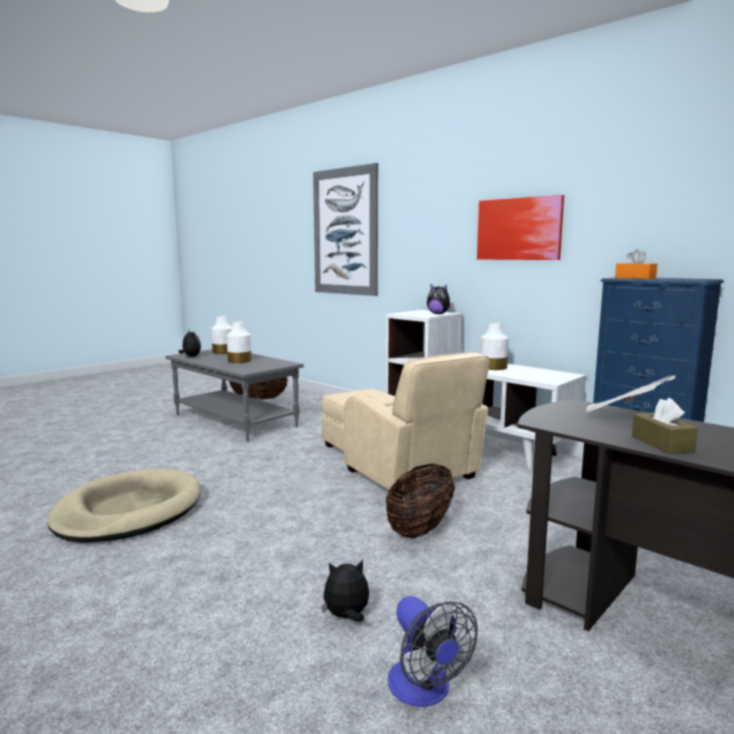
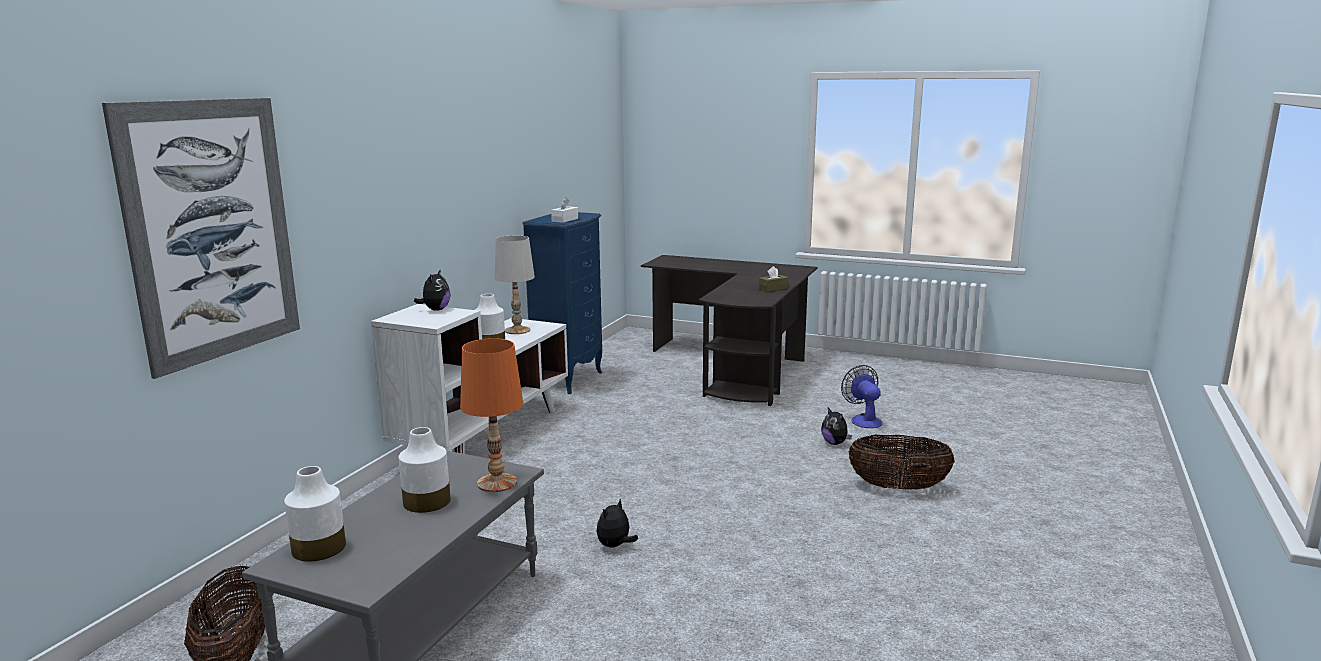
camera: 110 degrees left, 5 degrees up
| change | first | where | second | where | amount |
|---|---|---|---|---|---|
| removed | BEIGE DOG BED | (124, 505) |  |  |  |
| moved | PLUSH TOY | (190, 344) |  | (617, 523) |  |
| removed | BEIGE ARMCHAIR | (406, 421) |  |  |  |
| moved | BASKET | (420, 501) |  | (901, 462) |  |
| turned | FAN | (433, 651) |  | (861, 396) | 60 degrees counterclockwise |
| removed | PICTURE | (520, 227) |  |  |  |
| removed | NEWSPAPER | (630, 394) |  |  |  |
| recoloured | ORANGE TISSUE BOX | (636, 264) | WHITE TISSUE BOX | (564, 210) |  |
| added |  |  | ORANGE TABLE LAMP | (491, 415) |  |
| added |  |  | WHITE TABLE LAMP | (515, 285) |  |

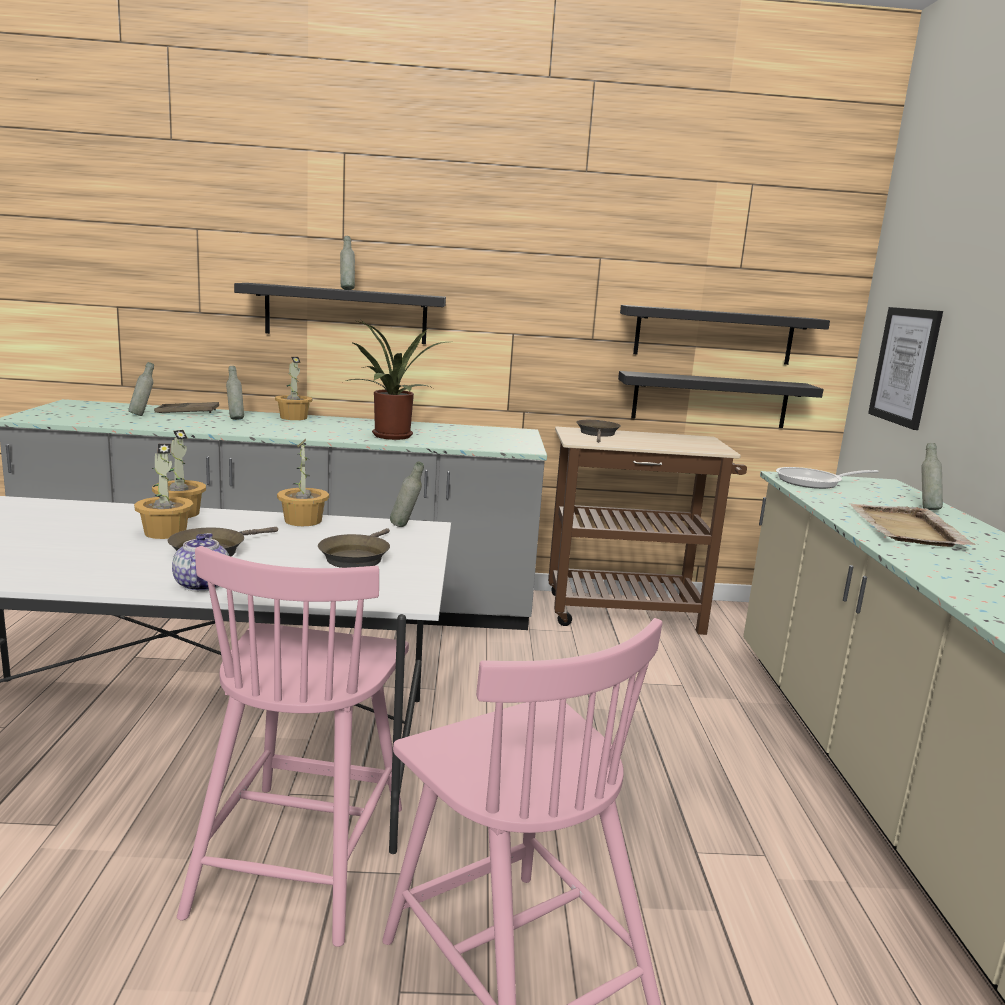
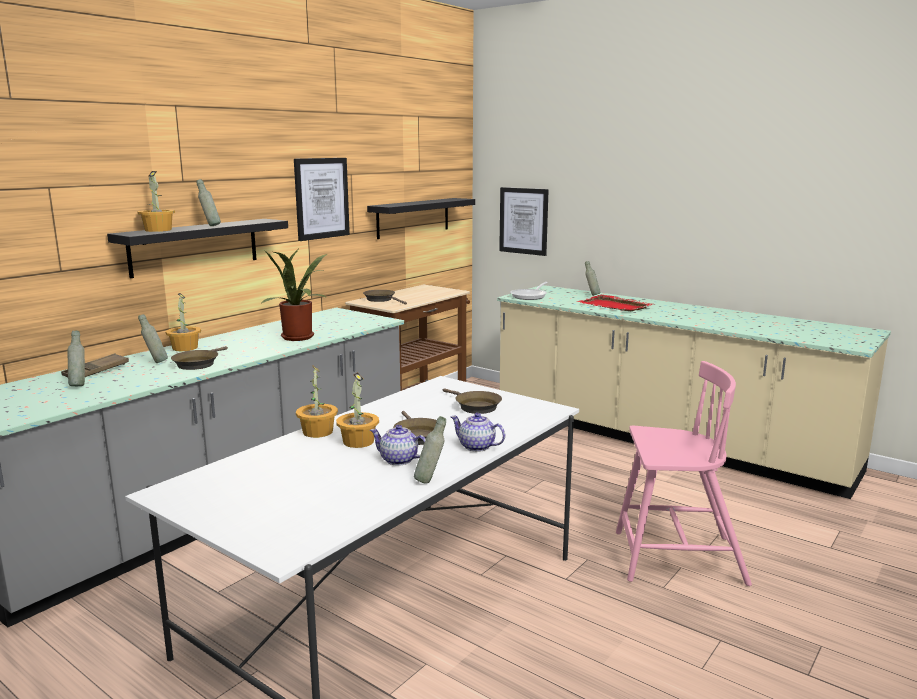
camera: 50 degrees left, 0 degrees up
| change | first | where | second | where | amount |
|---|---|---|---|---|---|
| removed | PINK CHAIR | (293, 746) |  |  |  |
| moved | POTTED PLANT | (303, 482) |  | (156, 201) |  |
| moved | GREY BOTTLE | (407, 494) |  | (430, 450) |  |
| removed | BLACK SHELF | (721, 399) |  |  |  |
| recoloured | BEIGE TRAY | (913, 525) | RED TRAY | (615, 303) |  |
| added |  |  | BROWN FRYING PAN | (199, 358) |  |
| added |  |  | PICTURE | (322, 199) |  |
| added |  |  | TEAPOT | (398, 445) |  |

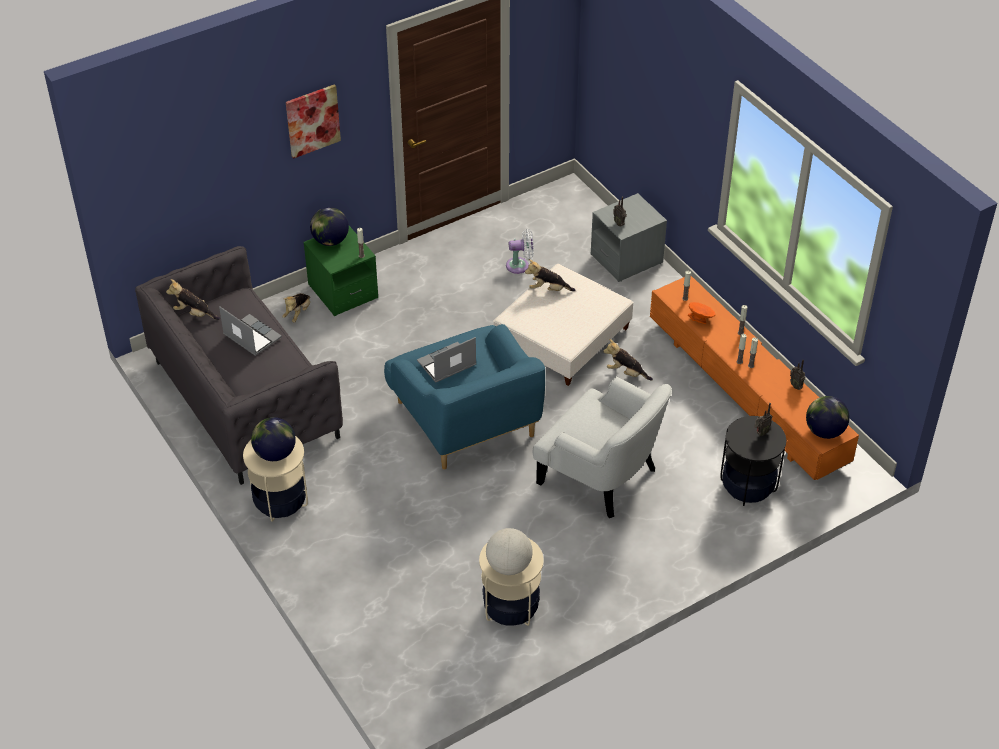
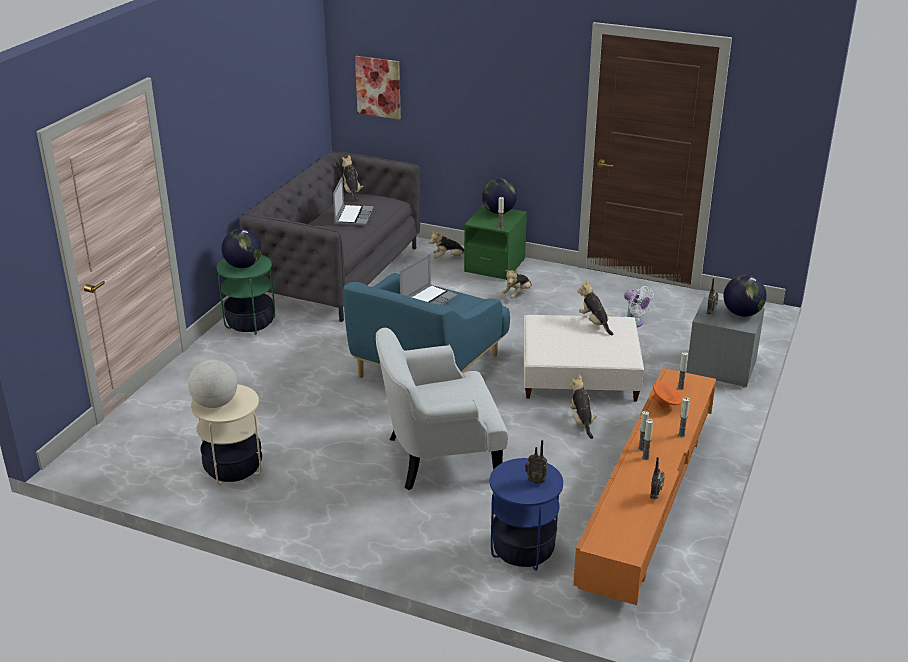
camera: 55 degrees right, 15 degrees down
| change | first | where | second | where | amount |
|---|---|---|---|---|---|
| recoloured | BEIGE SIDE TABLE | (275, 479) | GREEN SIDE TABLE | (246, 295) |  |
| moved | PICTURE | (313, 121) |  | (378, 87) |  |
| turned | LAPTOP | (446, 360) |  | (428, 279) | 105 degrees clockwise |
| turned | WHITE ARMCHAIR | (602, 447) |  | (442, 409) | 75 degrees clockwise |
| recoloured | BLACK SIDE TABLE | (753, 461) | BLUE SIDE TABLE | (526, 514) |  |
| moved | GLOBE | (828, 417) |  | (745, 296) |  |
| added |  |  | PLUSH TOY | (517, 284) |  |

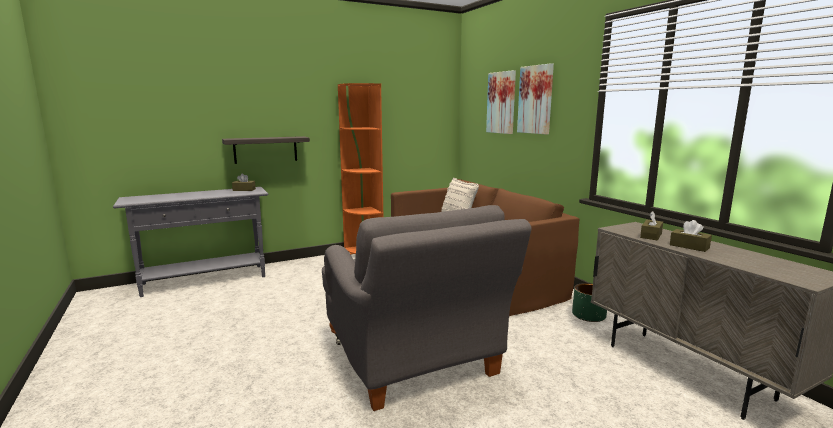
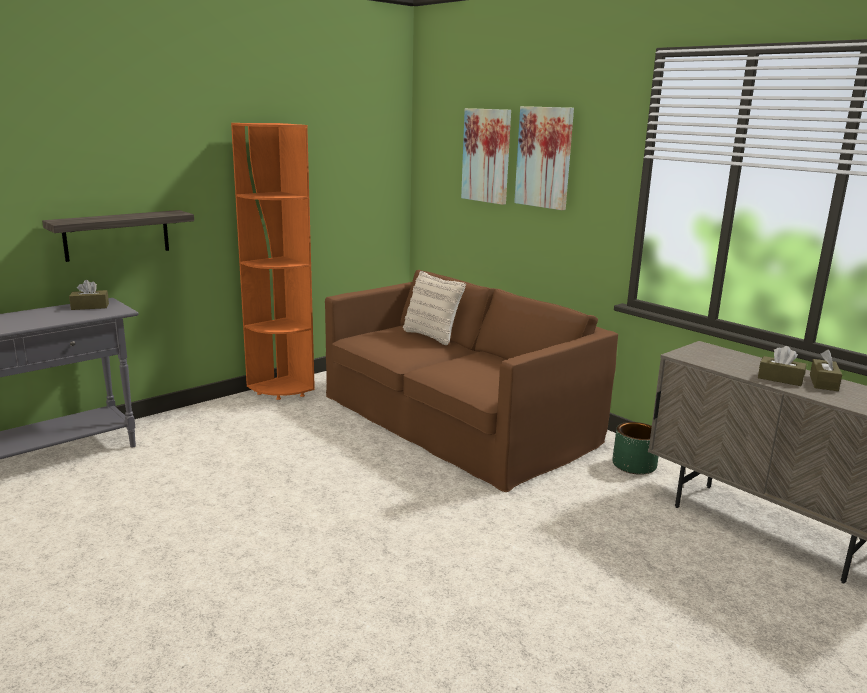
camera: 15 degrees left, 5 degrees up
| change | first | where | second | where | amount |
|---|---|---|---|---|---|
| removed | GREY ARMCHAIR | (427, 308) |  |  |  |
| moved | BROWN TISSUE BOX | (651, 225) |  | (826, 370) |  |

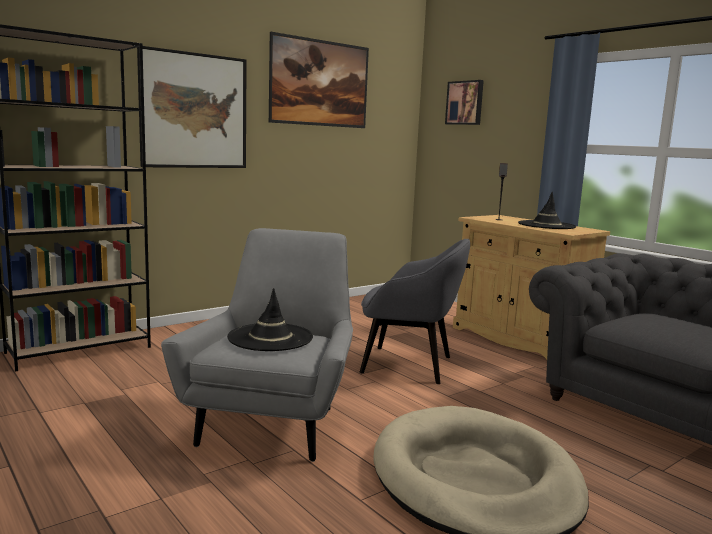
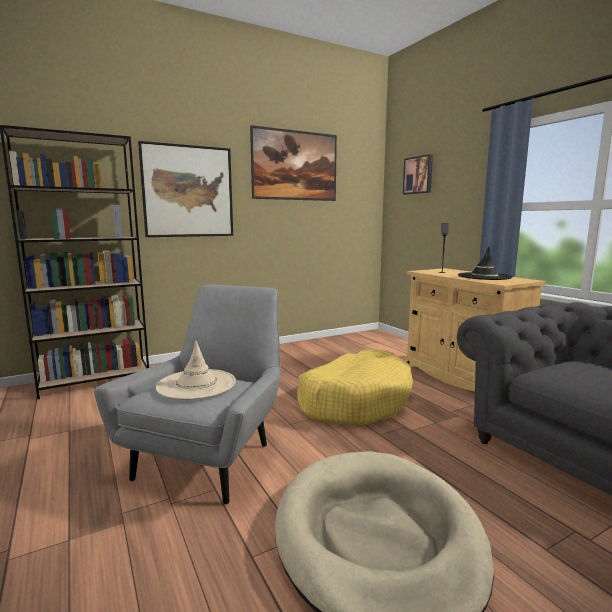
camera: 10 degrees right, 0 degrees up
| change | first | where | second | where | amount |
|---|---|---|---|---|---|
| recoloured | BLACK HAT | (270, 319) | BEIGE HAT | (196, 370) |  |
| replaced | GREY ARMCHAIR | (415, 311) | YELLOW DOG BED | (355, 387) |  |

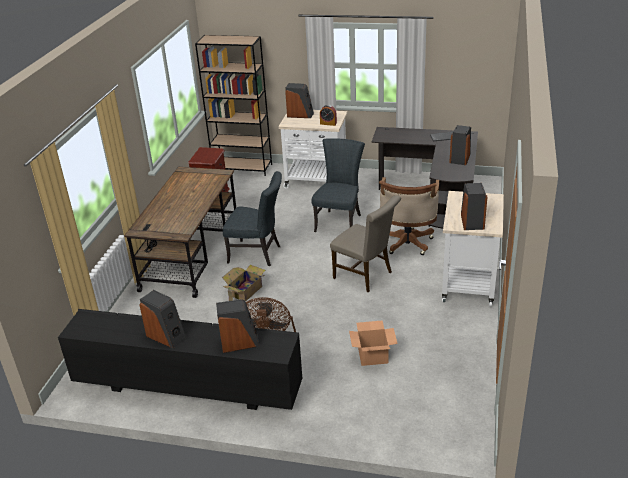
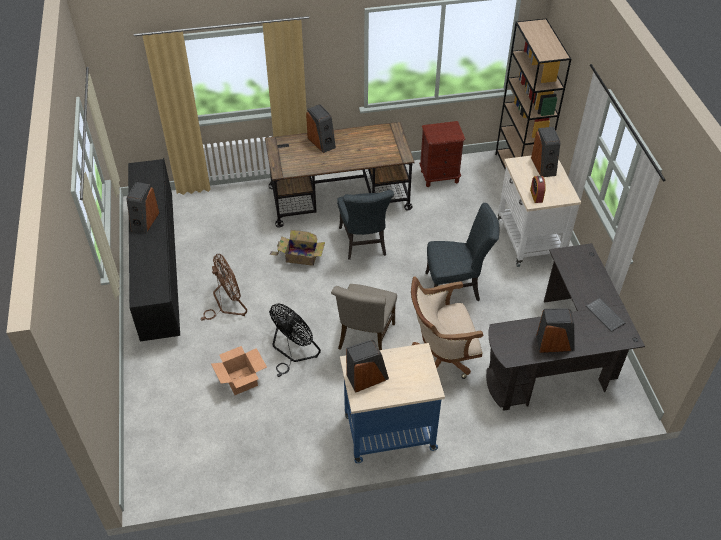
camera: 65 degrees right, 15 degrees up
| change | first | where | second | where | amount |
|---|---|---|---|---|---|
| moved | SPEAKER | (238, 326) |  | (321, 128) |  |
| recoloured | WHITE CART | (473, 249) | BLUE CART | (392, 403) |  |
| added |  |  | BLACK FAN | (295, 340) |  |

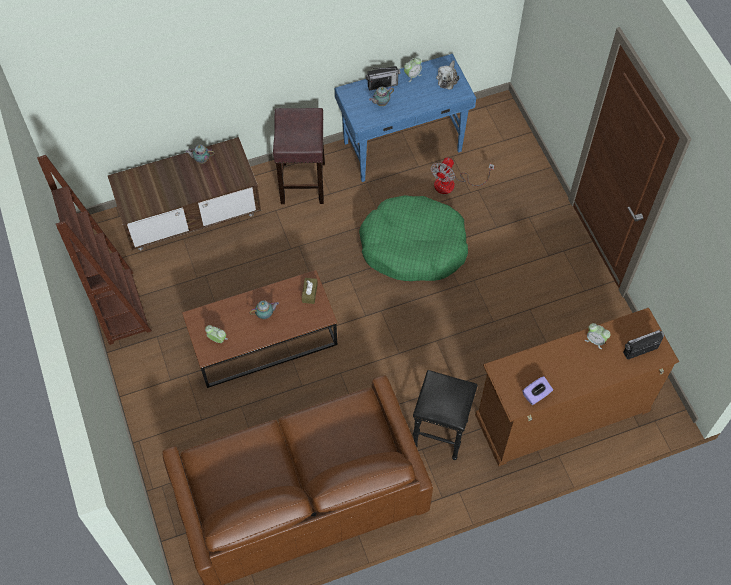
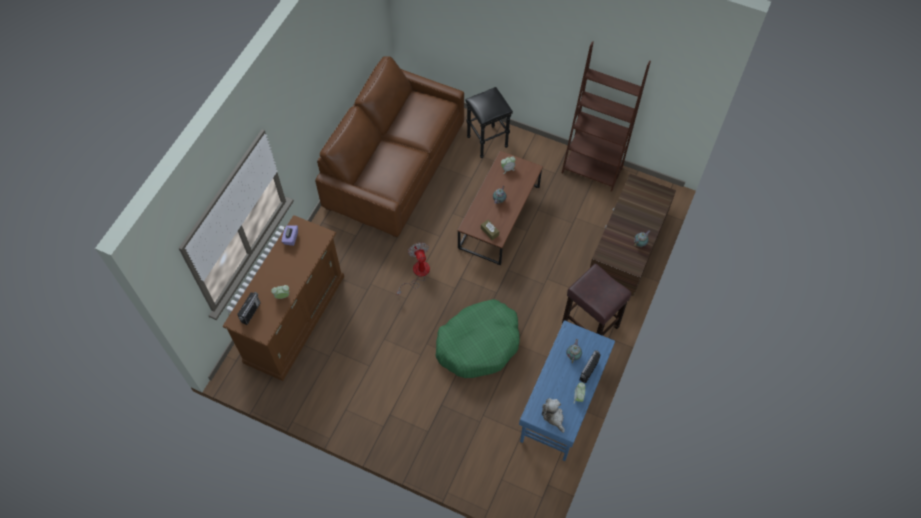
camera: 135 degrees right, 0 degrees up
| change | first | where | second | where | amount |
|---|---|---|---|---|---|
| moved | BLACK STOOL | (445, 415) |  | (489, 122) |  |
| moved | FAN | (463, 175) |  | (413, 268) |  |

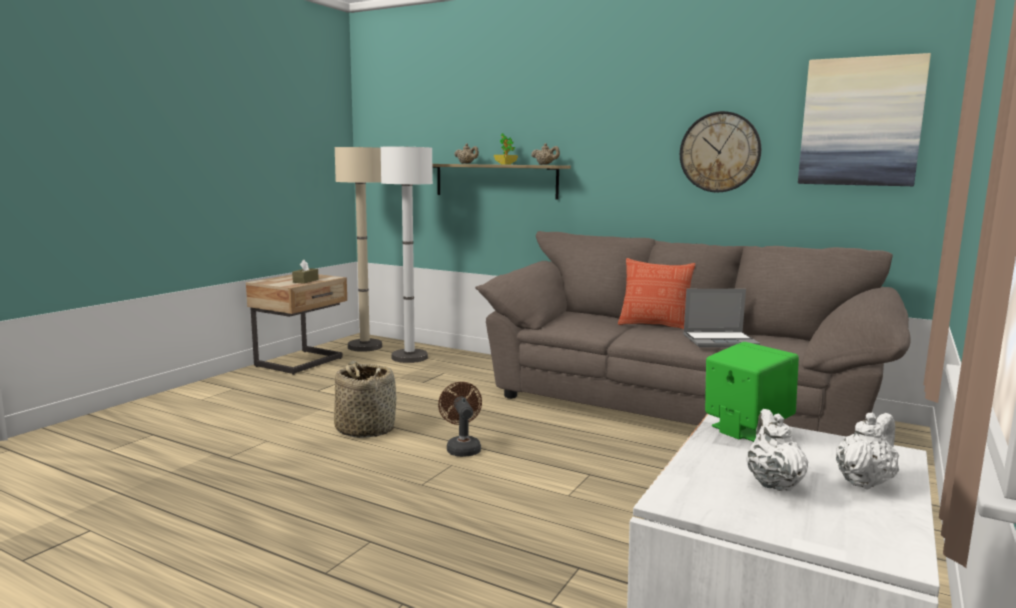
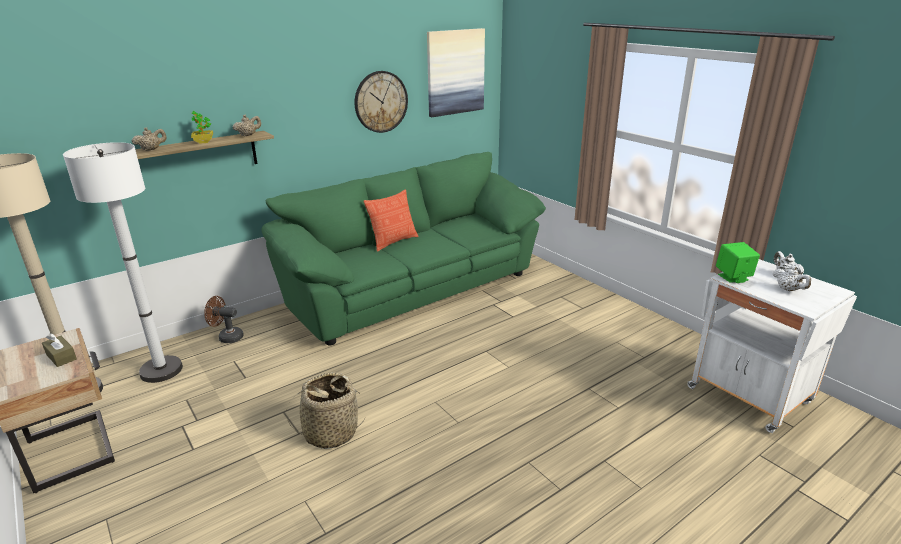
camera: 65 degrees left, 15 degrees up
| change | first | where | second | where | amount |
|---|---|---|---|---|---|
| moved | BROWN FAN | (460, 419) |  | (224, 319) |  |
| recoloured | BROWN SOFA | (693, 334) | GREEN SOFA | (403, 248) |  |
| removed | LAPTOP | (721, 318) |  |  |  |
| turned | WHITE TEAPOT | (777, 450) |  | (792, 278) | 150 degrees counterclockwise |

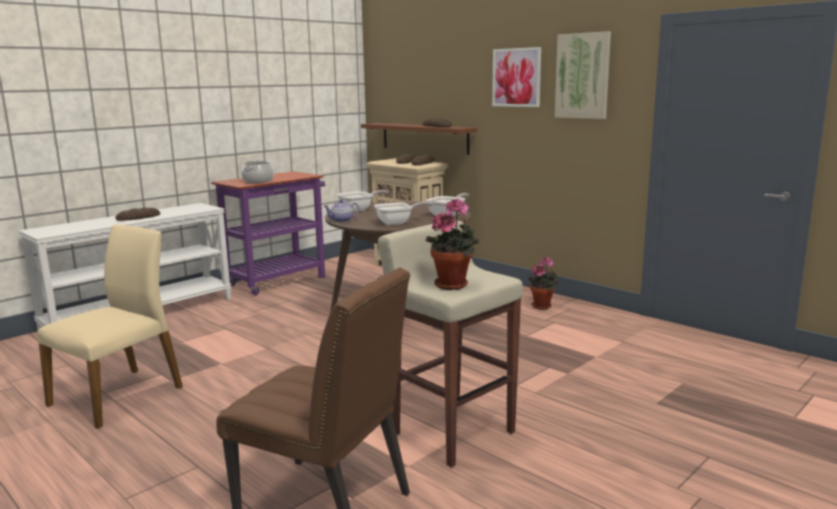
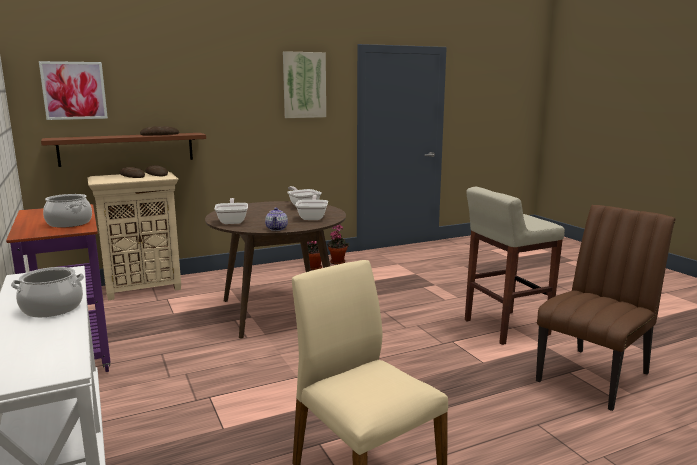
camera: 70 degrees left, 0 degrees up
| change | first | where | second | where | amount |
|---|---|---|---|---|---|
| replaced | BREAD | (138, 214) | COOKING POT | (48, 292) |  |
| moved | POTTED PLANT | (452, 244) |  | (338, 244) |  |
| moved | PICTURE | (516, 77) |  | (73, 90) |  |

